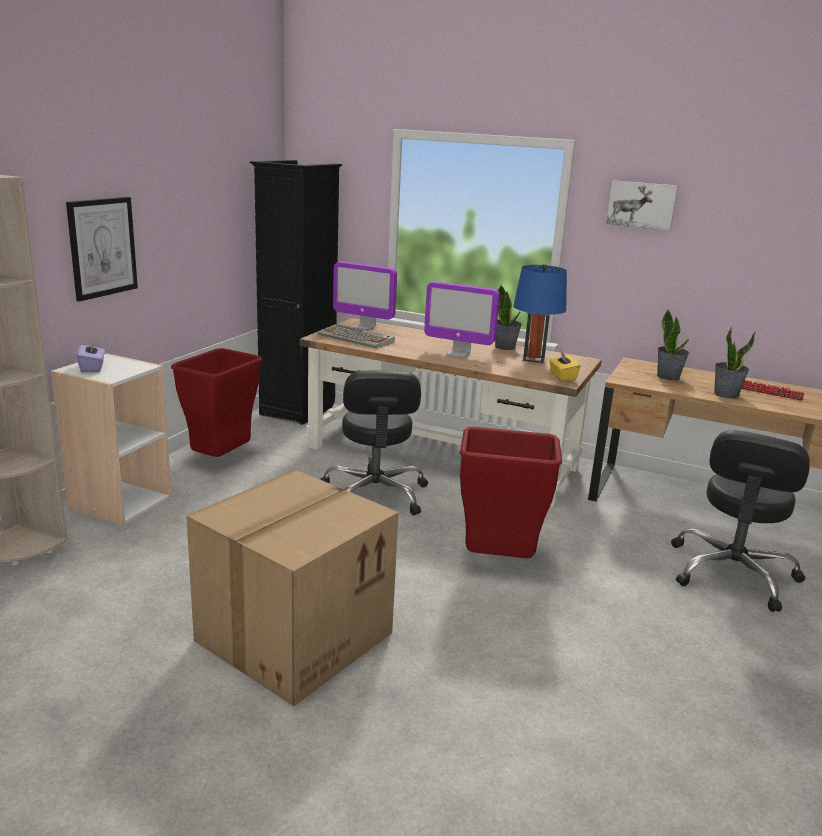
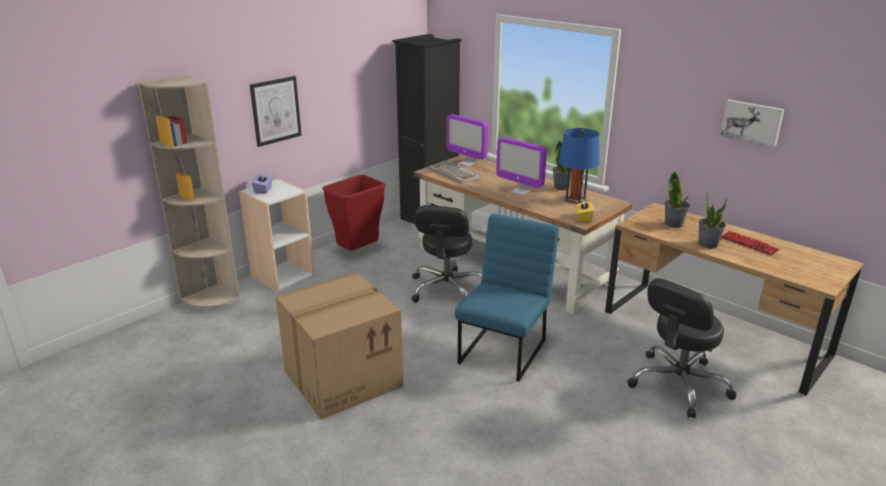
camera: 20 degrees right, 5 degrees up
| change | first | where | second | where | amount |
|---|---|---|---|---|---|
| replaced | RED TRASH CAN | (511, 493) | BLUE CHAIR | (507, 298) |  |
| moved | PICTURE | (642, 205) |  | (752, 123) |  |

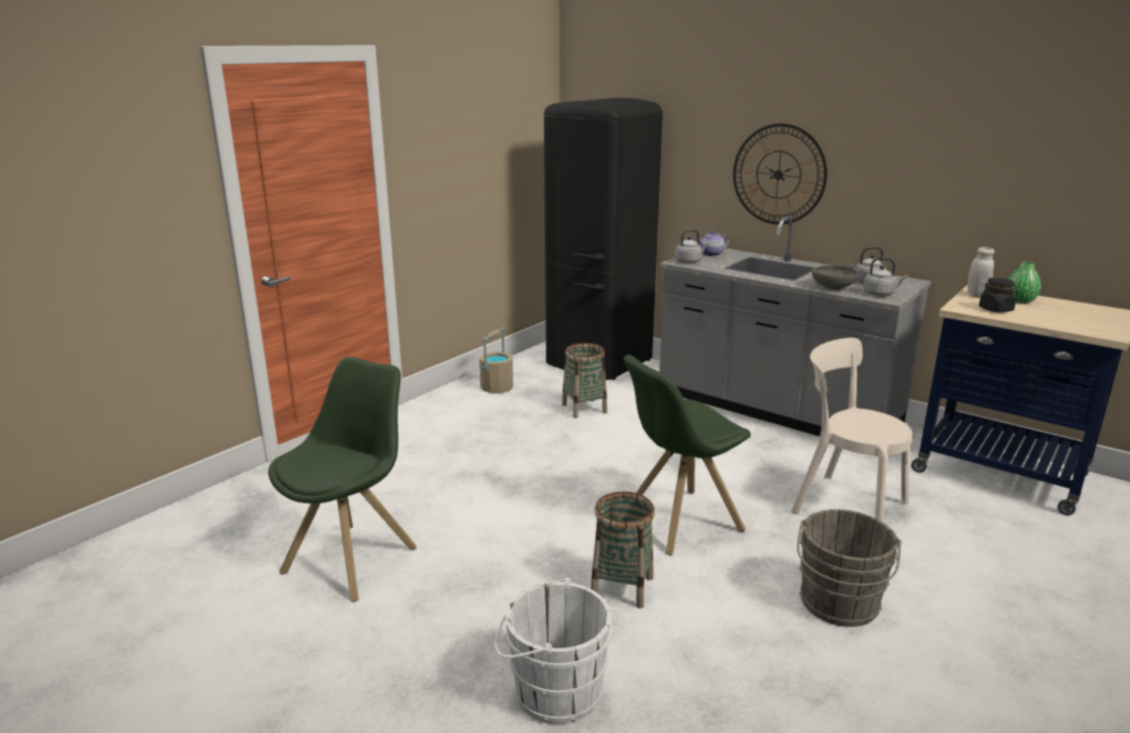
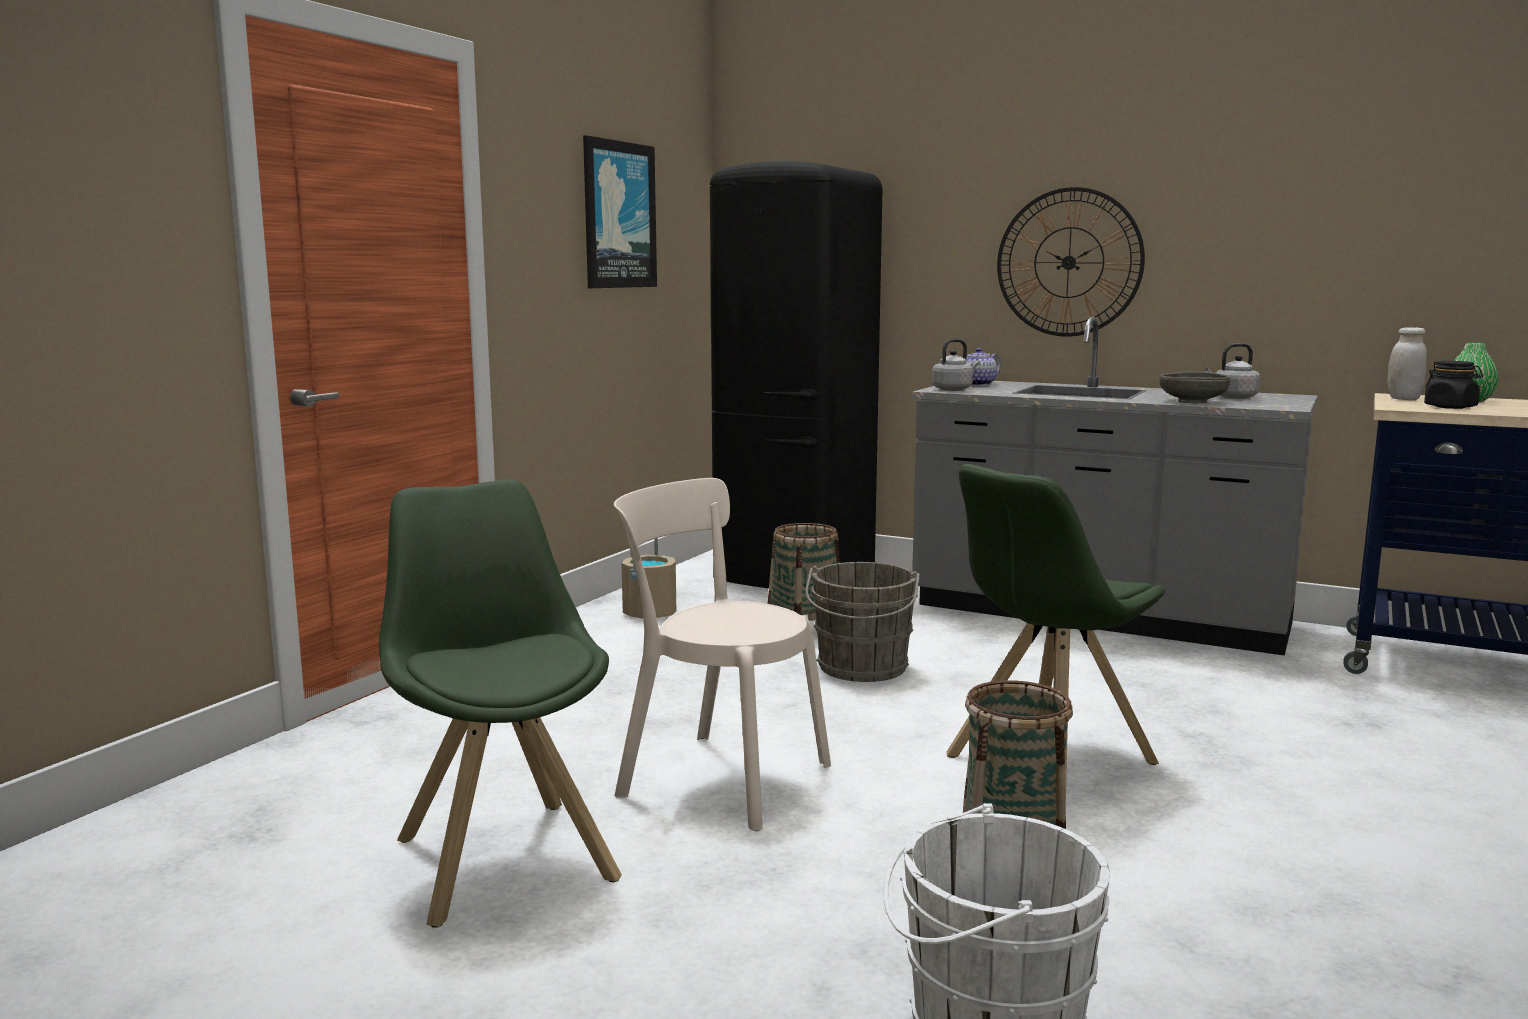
camera: 10 degrees left, 10 degrees down
| change | first | where | second | where | amount |
|---|---|---|---|---|---|
| turned | GREEN CHAIR | (342, 479) |  | (500, 704) | 45 degrees counterclockwise |
| moved | BEIGE CHAIR | (851, 430) |  | (722, 654) |  |
| moved | GREY BUCKET | (849, 568) |  | (862, 622) |  |
| removed | GREY KETTLE | (885, 276) |  |  |  |
| added |  |  | PICTURE | (620, 211) |  |

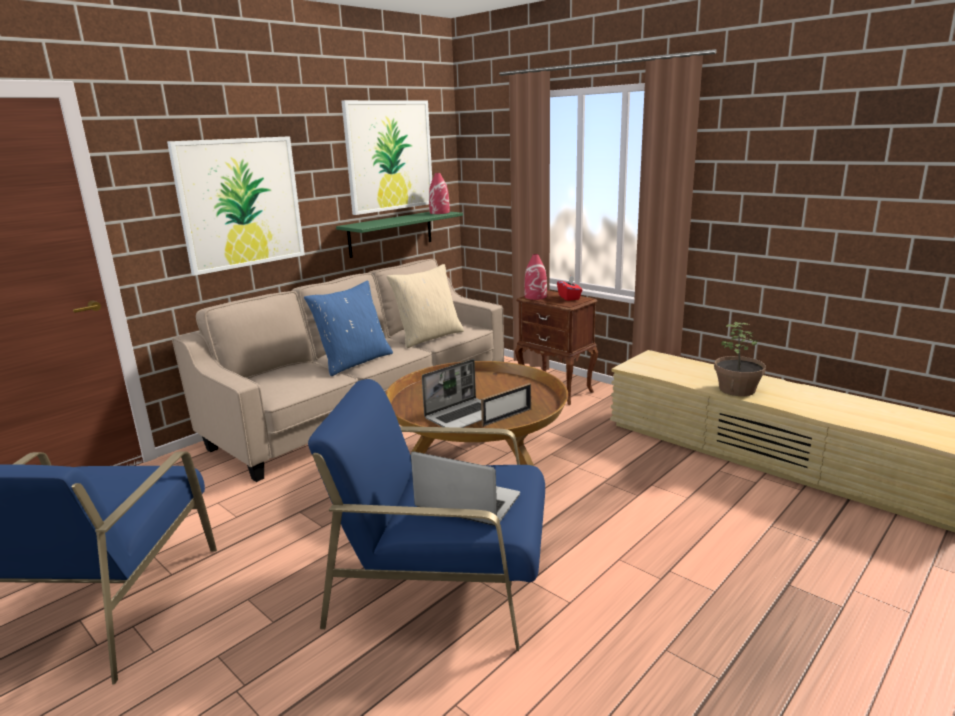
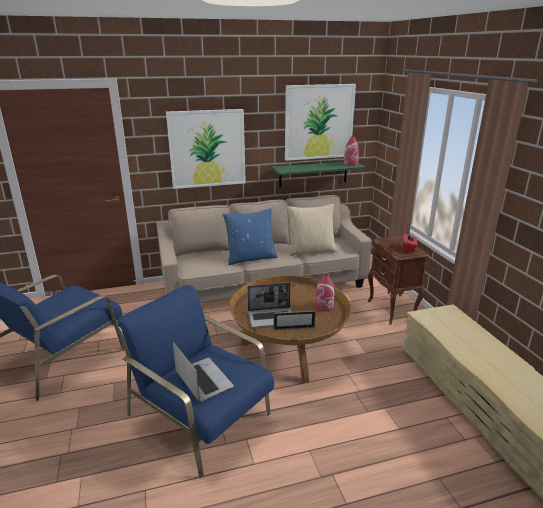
camera: 30 degrees right, 5 degrees up
| change | first | where | second | where | amount |
|---|---|---|---|---|---|
| moved | RED VASE | (535, 277) |  | (324, 292) |  |
| removed | POTTED PLANT | (740, 359) |  |  |  |

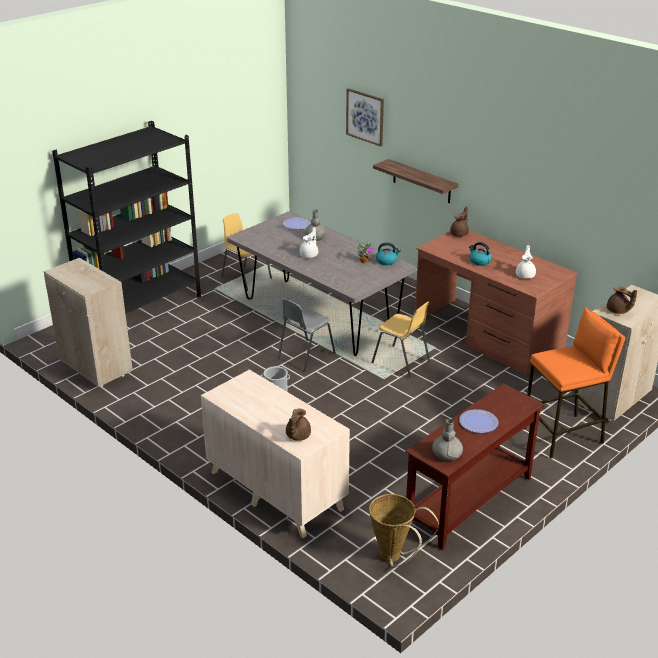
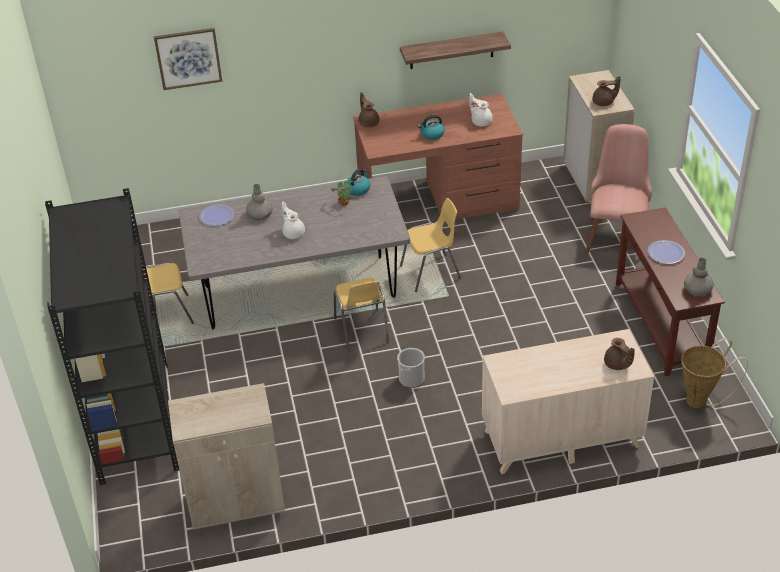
camera: 55 degrees left, 10 degrees up
| change | first | where | second | where | amount |
|---|---|---|---|---|---|
| recoloured | GREY CHAIR | (307, 335) | YELLOW CHAIR | (362, 315) |  |
| moved | SHELF | (415, 181) |  | (455, 50) |  |
| replaced | ORANGE STOOL | (574, 383) | PINK CHAIR | (618, 189) |  |

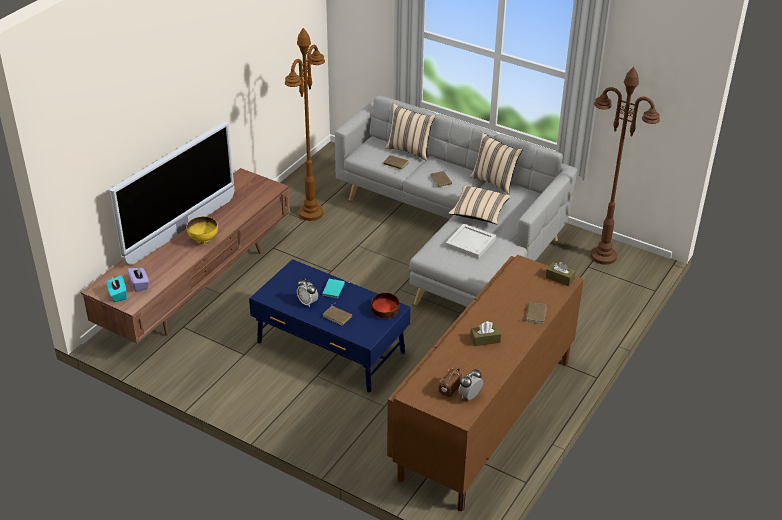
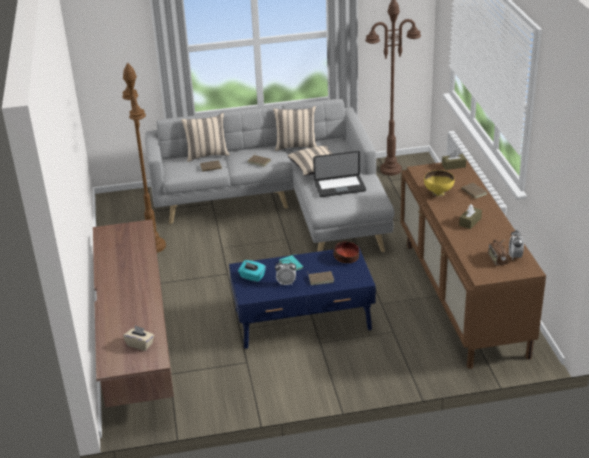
camera: 40 degrees left, 5 degrees down
| change | first | where | second | where | amount |
|---|---|---|---|---|---|
| moved | TURQUOISE TISSUE BOX | (117, 288) |  | (252, 271) |  |
| removed | TELEVISION | (172, 193) |  |  |  |
| recoloured | PURPLE TISSUE BOX | (138, 279) | BEIGE TISSUE BOX | (138, 338) |  |
| moved | YELLOW BOWL | (202, 230) |  | (439, 183) |  |
| replaced | WHITE TRAY | (470, 241) | LAPTOP | (339, 174) |  |

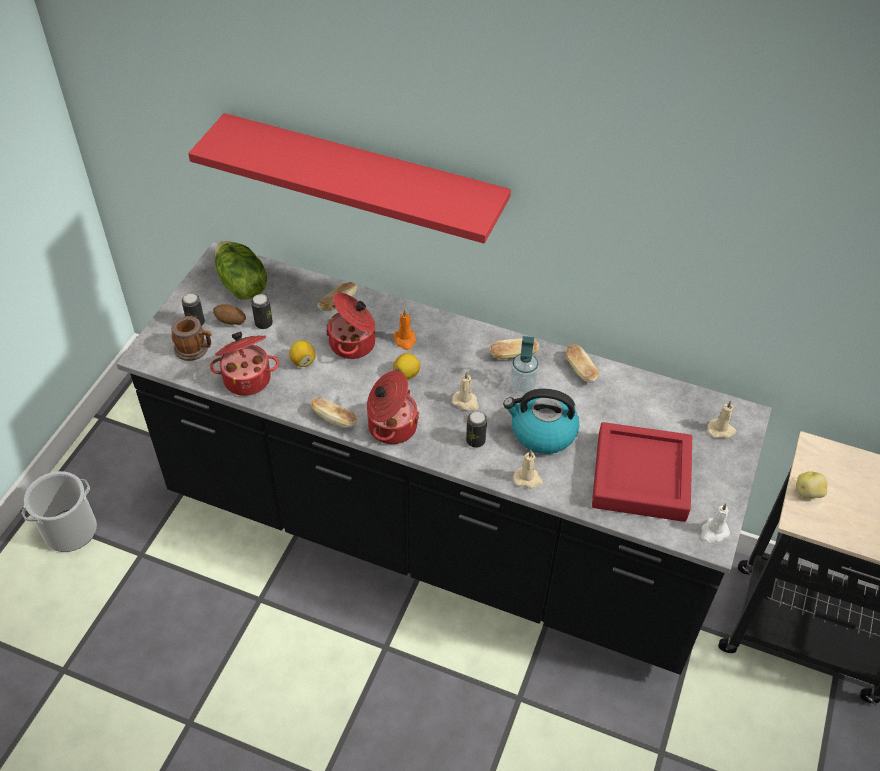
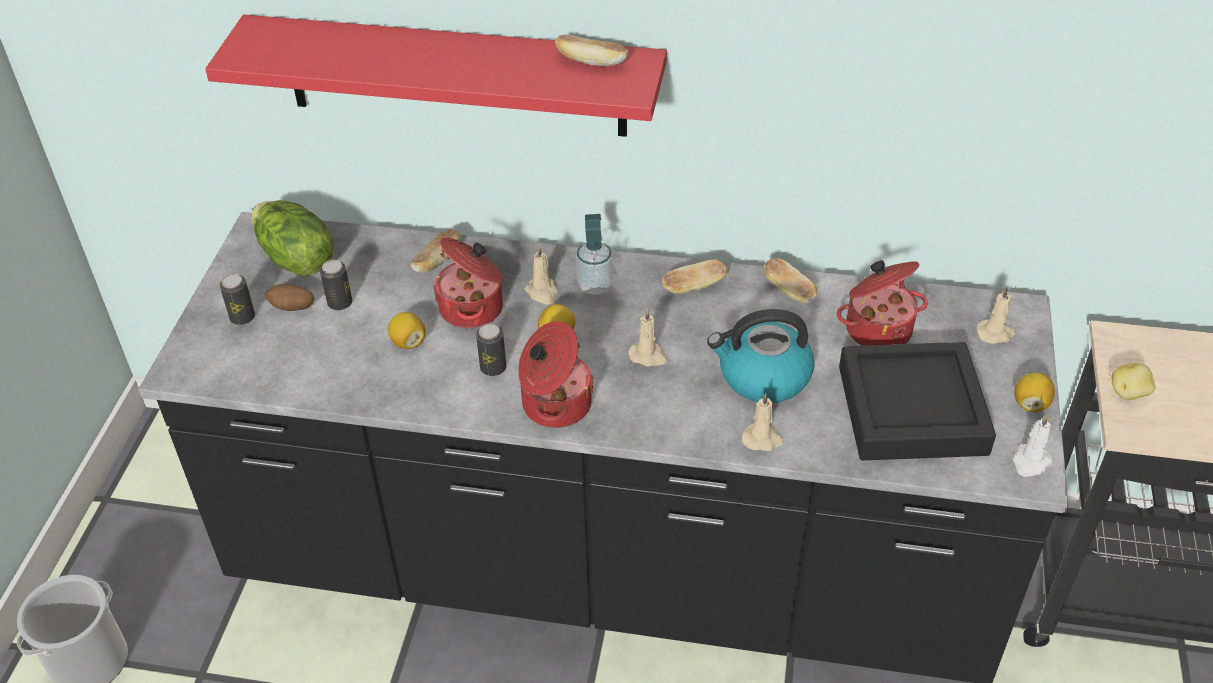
camera: 10 degrees left, 5 degrees down
| change | first | where | second | where | amount |
|---|---|---|---|---|---|
| removed | MUG | (191, 338) |  |  |  |
| moved | COOKING POT | (244, 364) |  | (882, 303) |  |
| moved | BREAD | (334, 413) |  | (591, 50) |  |
| recoloured | ORANGE CANDLE | (404, 329) | BEIGE CANDLE | (541, 275) |  |
| moved | CAN | (476, 429) |  | (491, 350) |  |
| moved | SOAP DISPENSER | (524, 364) |  | (594, 254) |  |
| recoloured | RED TRAY | (642, 472) | BLACK TRAY | (917, 401) |  |
| added |  |  | LEMON | (1034, 393) |  |

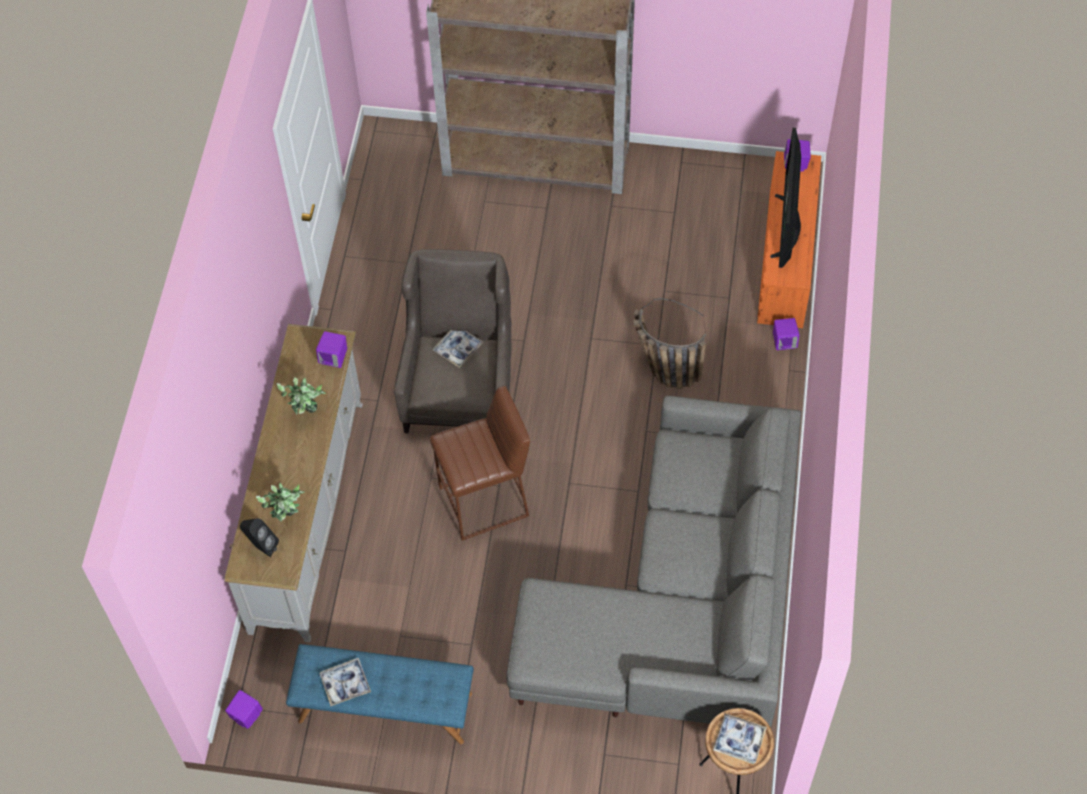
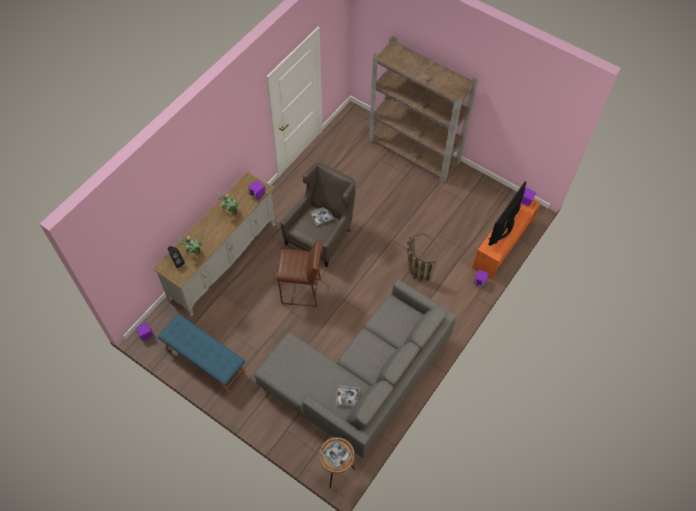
camera: 25 degrees right, 0 degrees up
| change | first | where | second | where | amount |
|---|---|---|---|---|---|
| moved | TRAY | (345, 682) |  | (347, 396) |  |

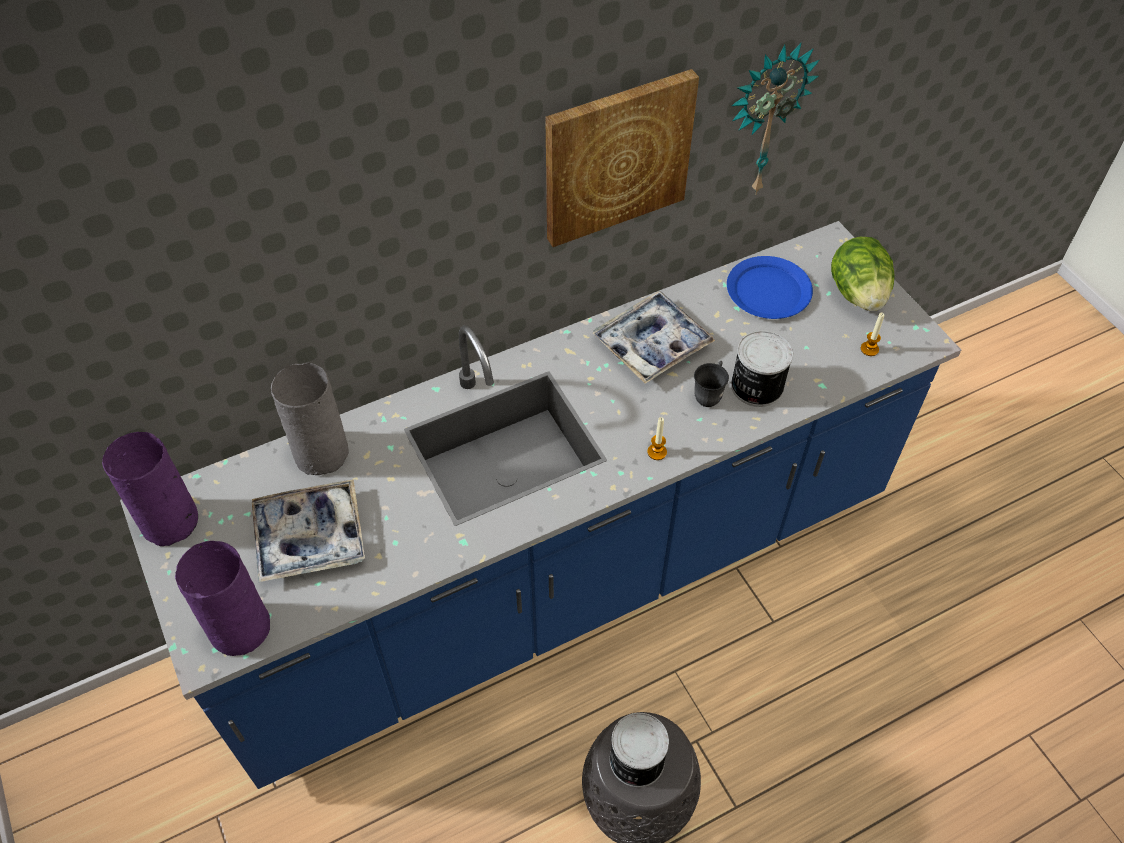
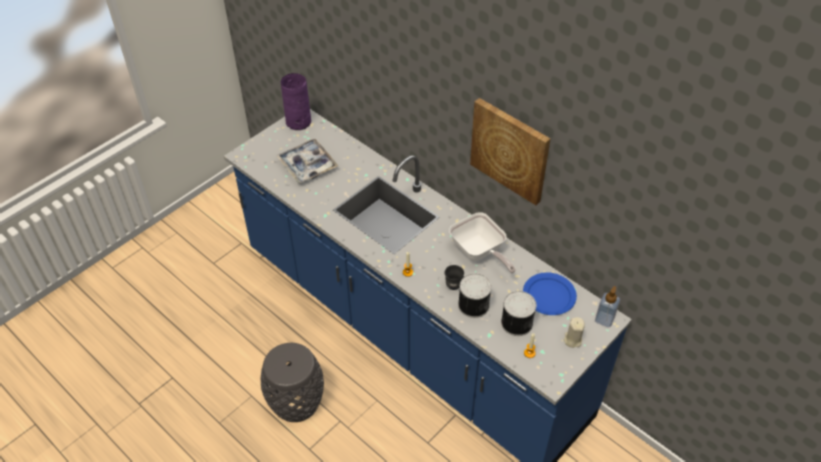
camera: 70 degrees right, 5 degrees down
| change | first | where | second | where | amount |
|---|---|---|---|---|---|
| removed | PURPLE VASE | (222, 598) |  |  |  |
| removed | GREY VASE | (310, 419) |  |  |  |
| replaced | TRAY | (654, 337) | FRYING PAN | (482, 242) |  |
| moved | CAN | (639, 750) |  | (519, 313) |  |
| removed | WALL CLOCK | (775, 118) |  |  |  |
| replaced | LETTUCE | (862, 274) | BEIGE CANDLE | (574, 332) |  |
| added |  |  | SOAP DISPENSER | (607, 307) |  |

